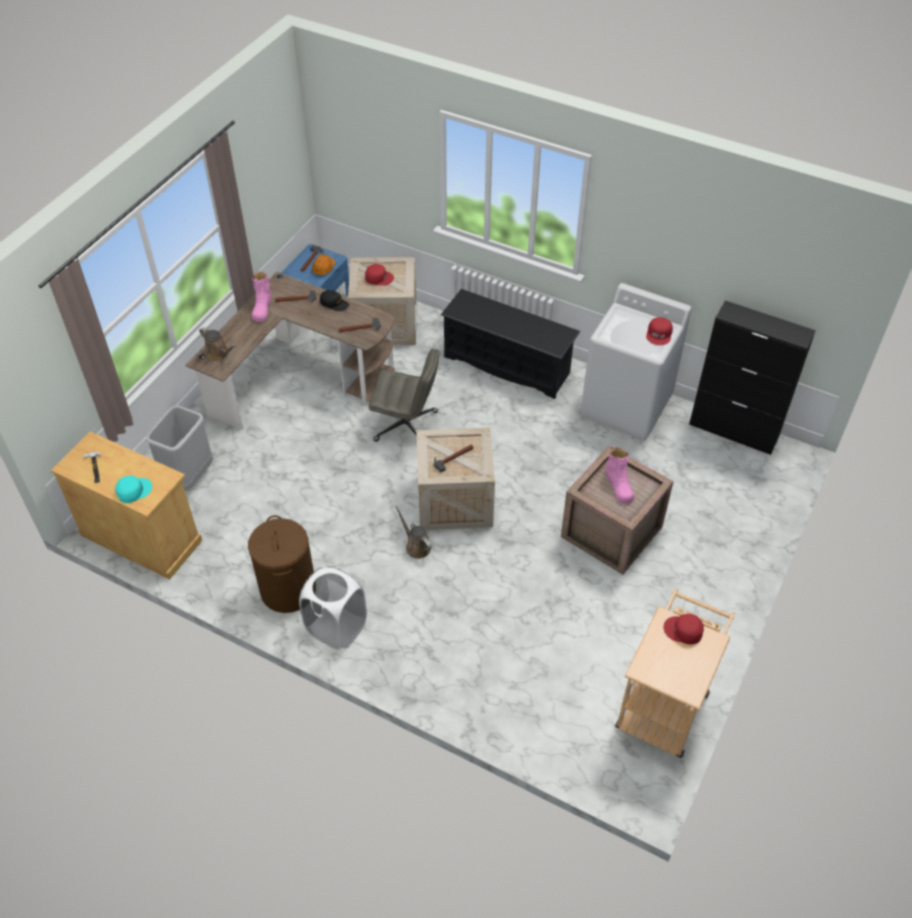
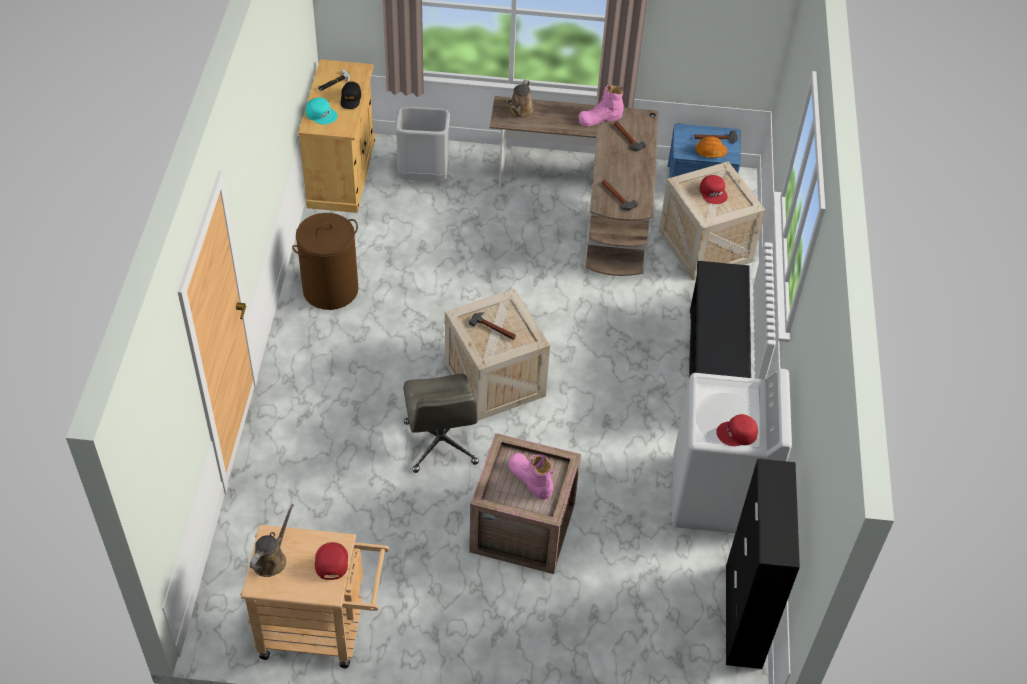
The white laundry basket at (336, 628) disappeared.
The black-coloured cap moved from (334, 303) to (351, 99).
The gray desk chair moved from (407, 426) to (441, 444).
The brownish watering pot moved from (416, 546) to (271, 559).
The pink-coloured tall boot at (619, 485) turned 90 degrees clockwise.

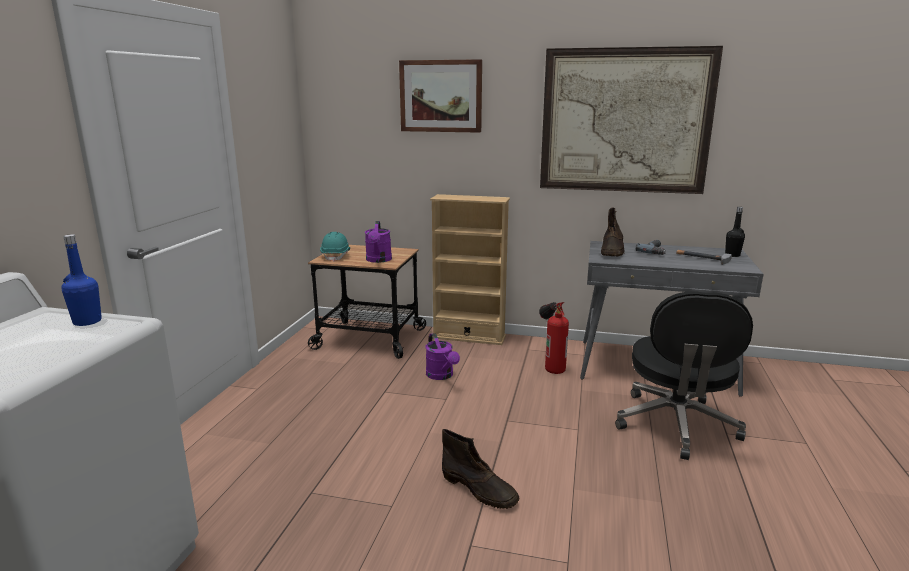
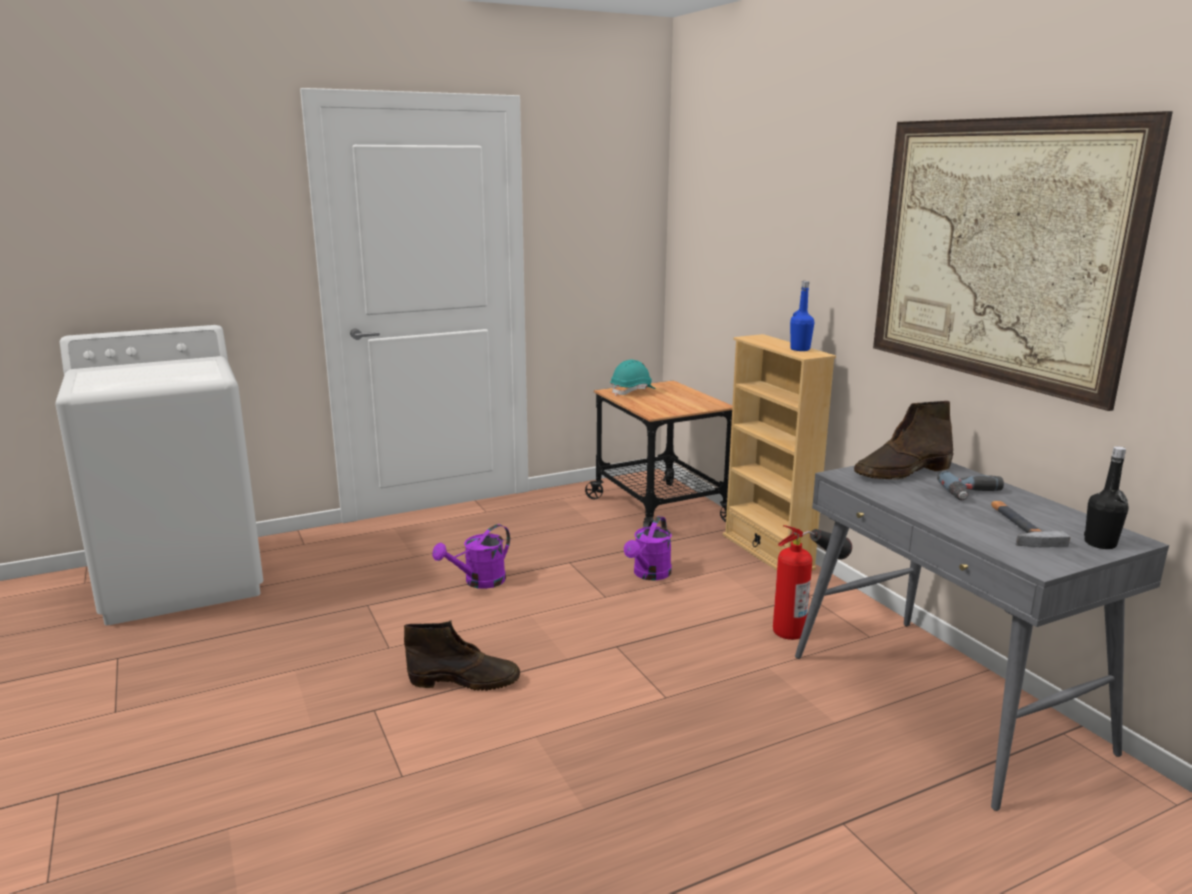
The blue beverage bottle moved from (87, 321) to (800, 349).
The purple-coloured watering pot moved from (378, 260) to (479, 582).
The wall art at (441, 96) disappeared.
The brownish tall boot at (479, 489) turned 90 degrees counterclockwise.
The black-coloured desk chair at (676, 425) disappeared.

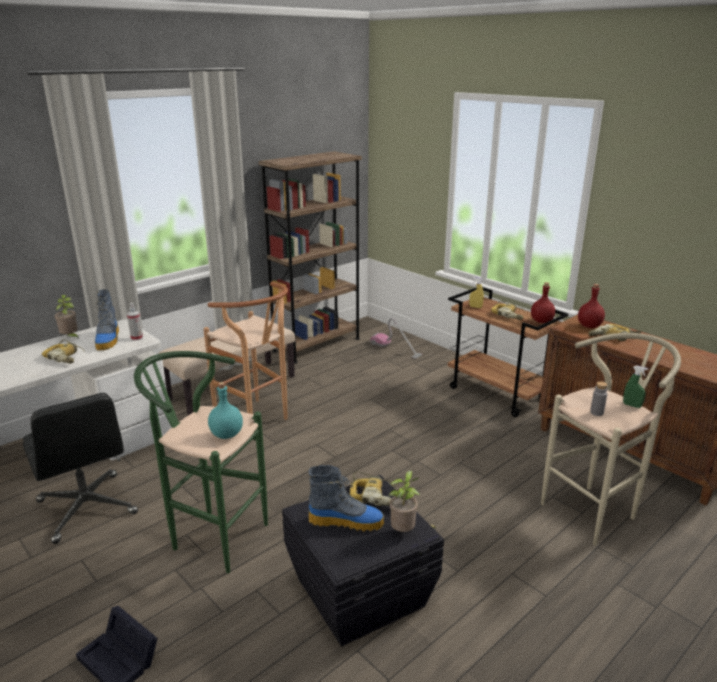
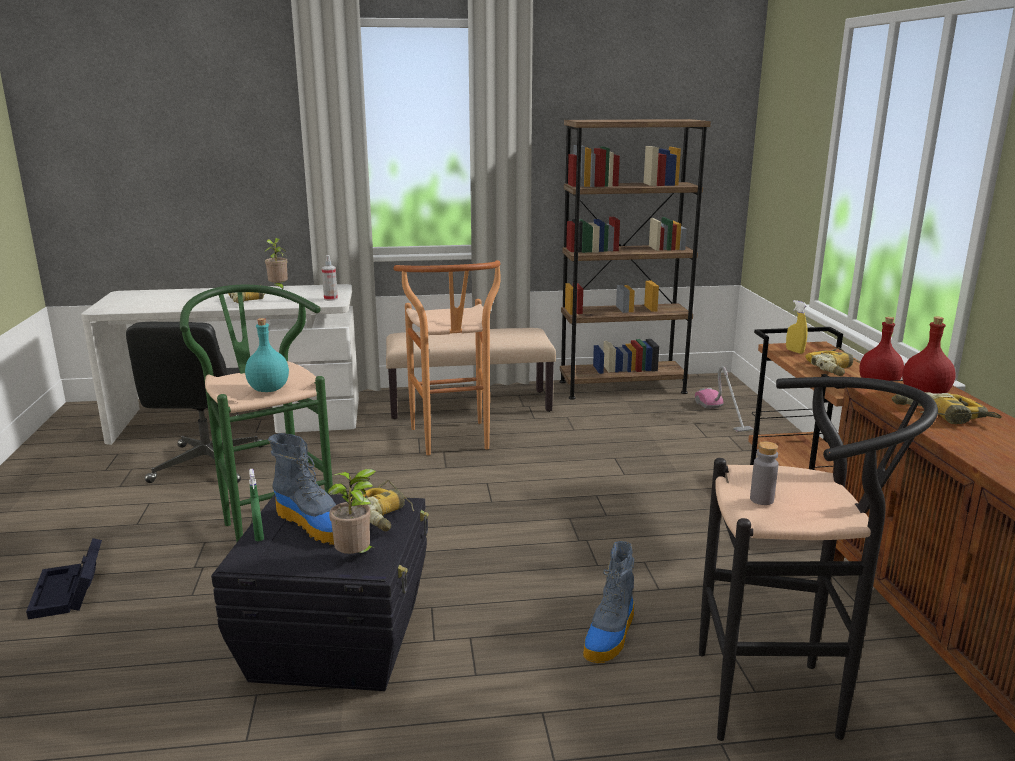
The tall boot moved from (108, 340) to (610, 635).
The sand-coloured sitting stool at (595, 510) became the black-coloured sitting stool at (783, 697).
The green hand sprayer moved from (632, 405) to (259, 536).

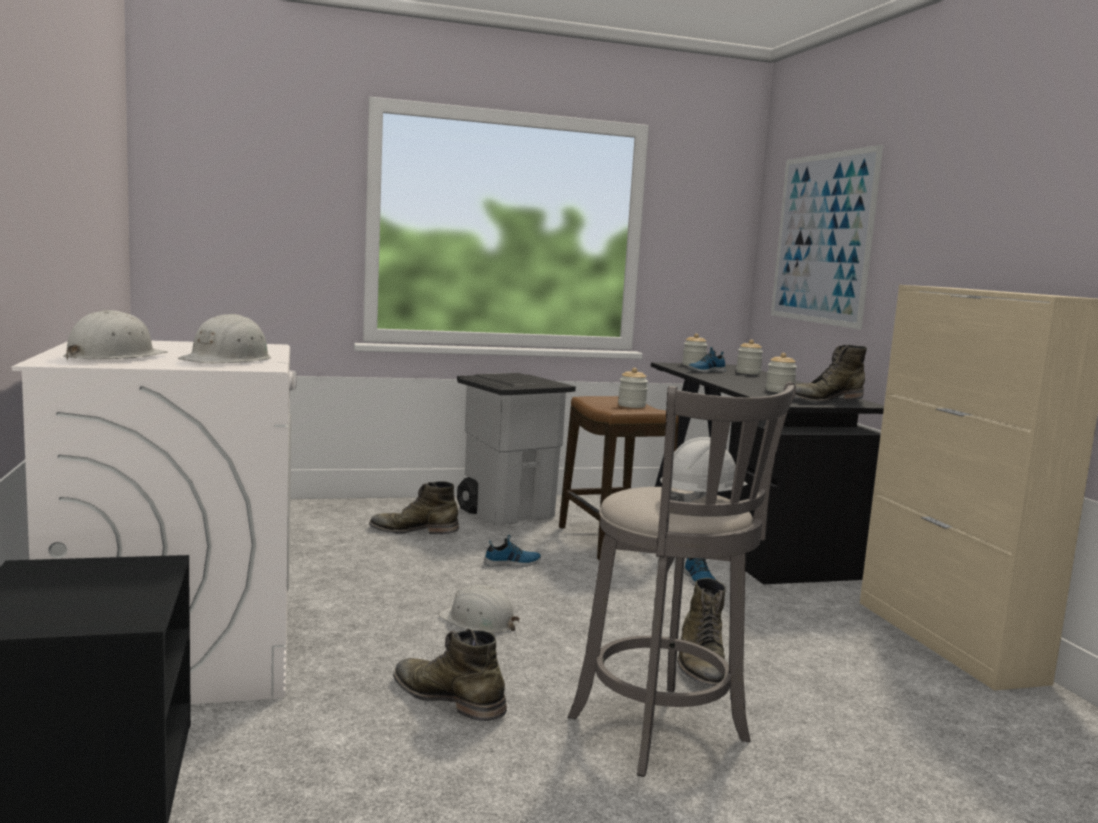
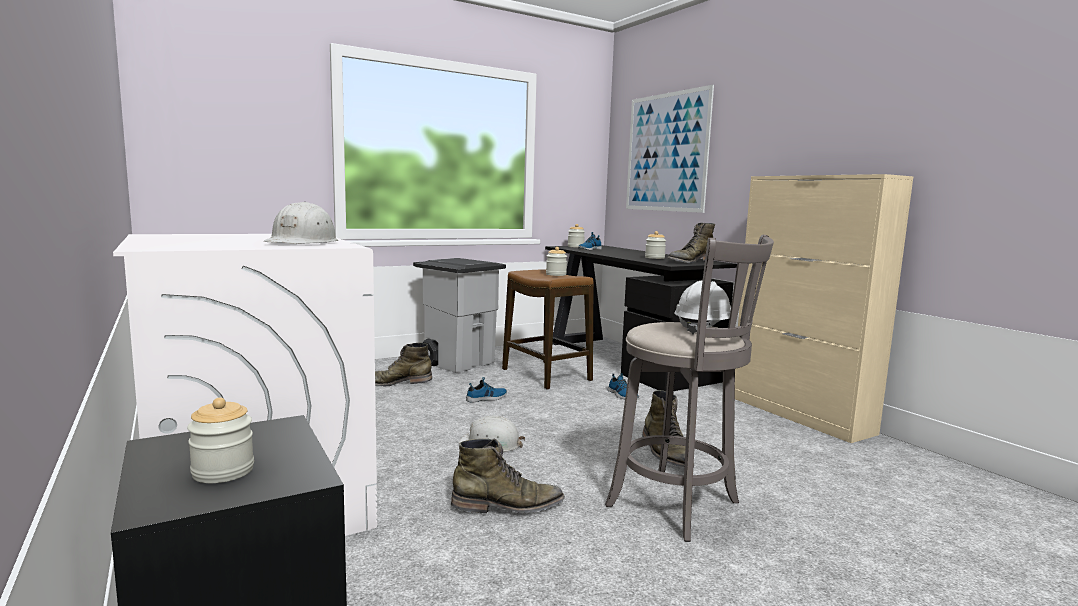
The white hard hat at (114, 357) disappeared.
The green tall boot at (448, 698) turned 150 degrees clockwise.
The storage jar moved from (748, 373) to (223, 471).

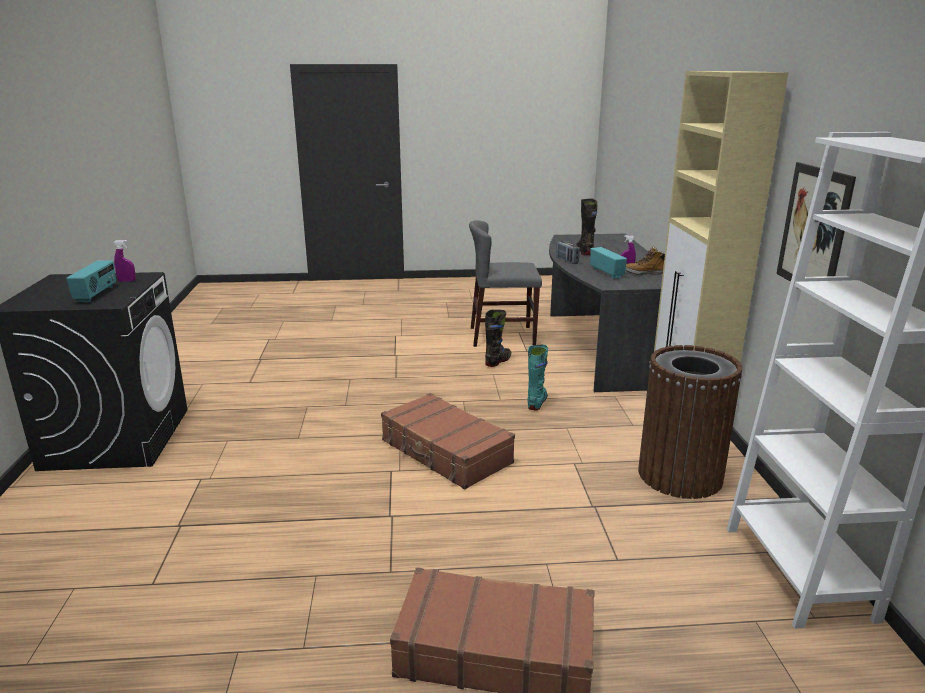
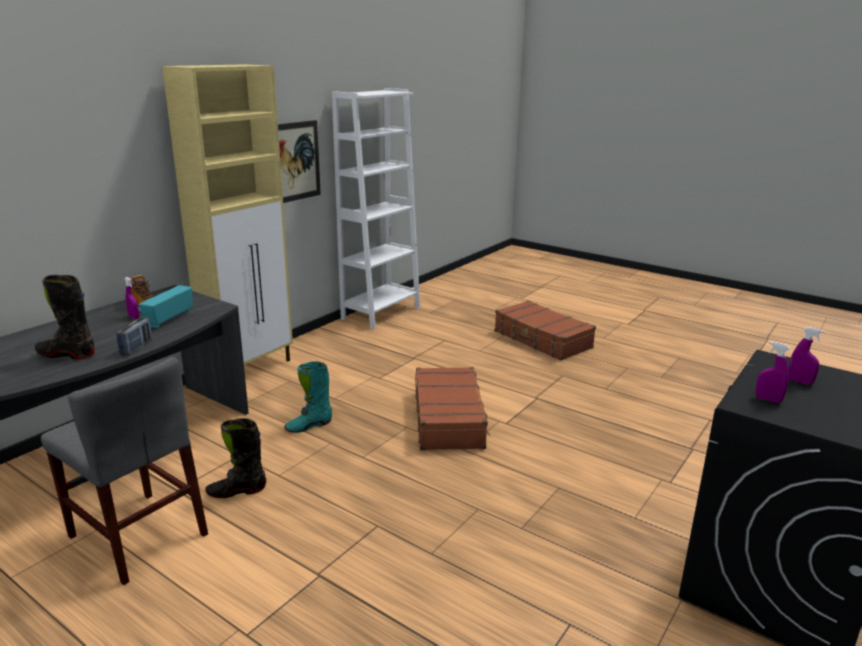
The radio receiver at (96, 294) was replaced by the purple-coloured hand sprayer at (800, 382).
The black-coloured tall boot at (584, 251) turned 60 degrees clockwise.
The brownish trash can at (680, 475) disappeared.

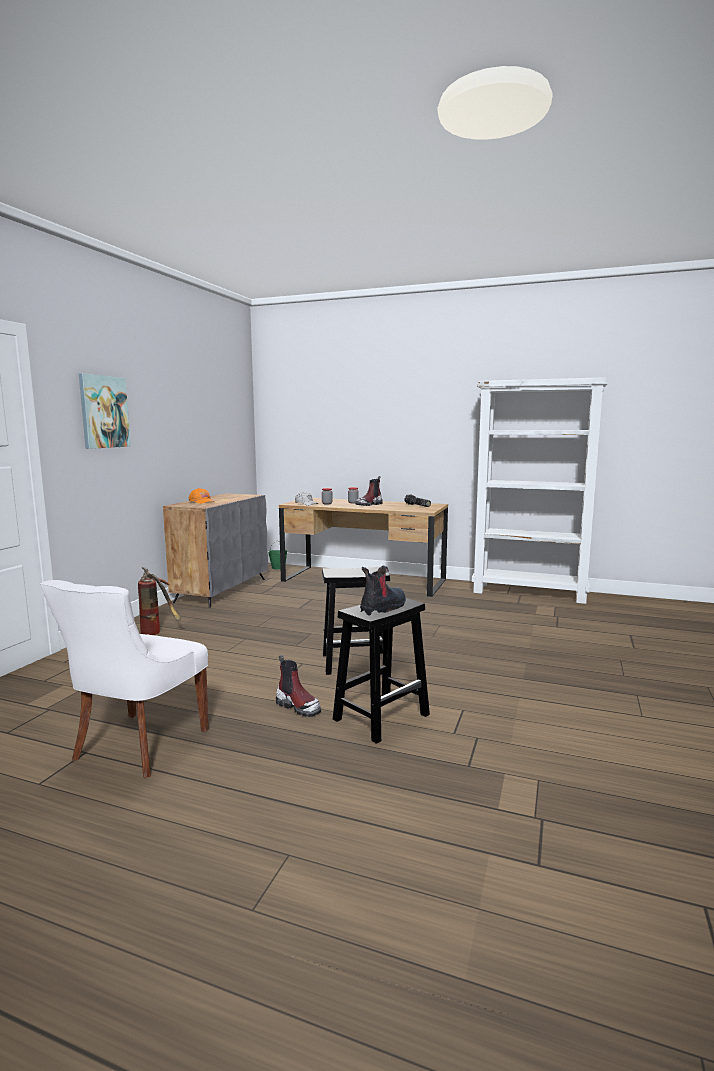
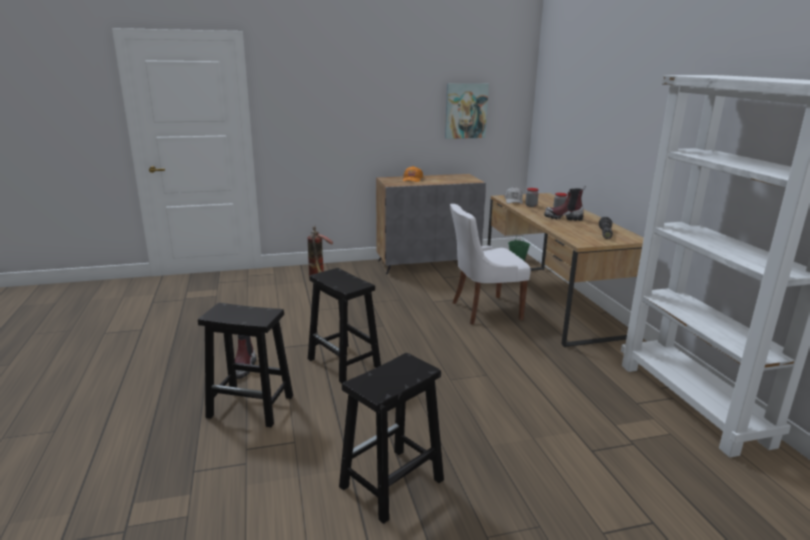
The white chair moved from (138, 745) to (484, 310).
The wall art moved from (104, 412) to (466, 111).
The tall boot at (384, 607) disappeared.
The black-coloured sitting stool at (391, 484) appeared.

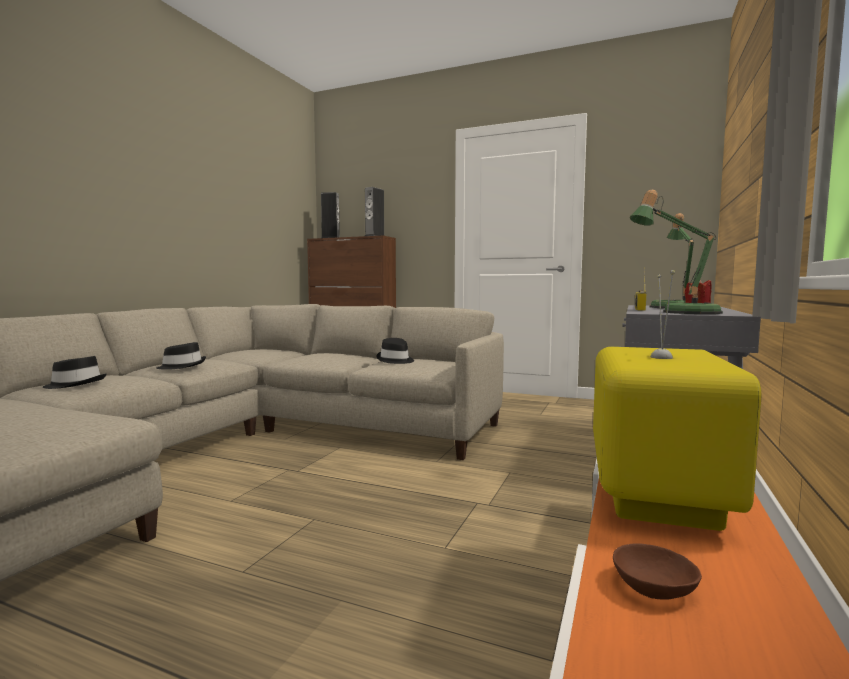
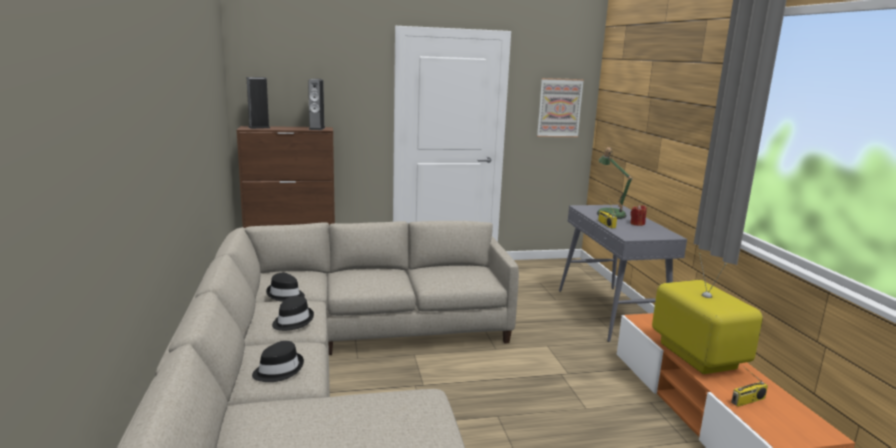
The black-coloured hat moved from (395, 360) to (285, 295).
The brownish deep dish at (655, 586) was replaced by the radio receiver at (748, 401).
The tabletop lamp at (682, 313) disappeared.
The wall art at (559, 108) appeared.

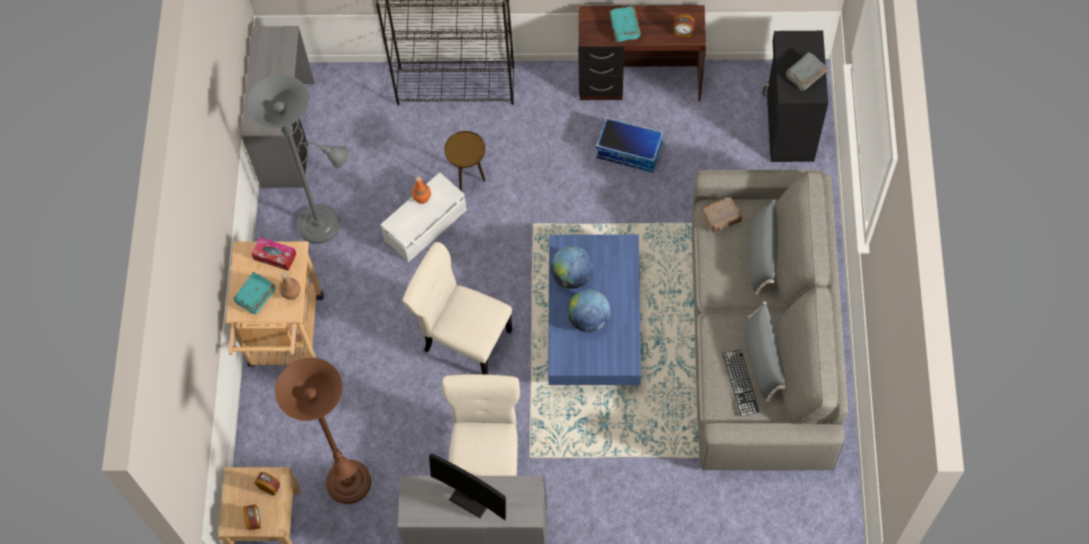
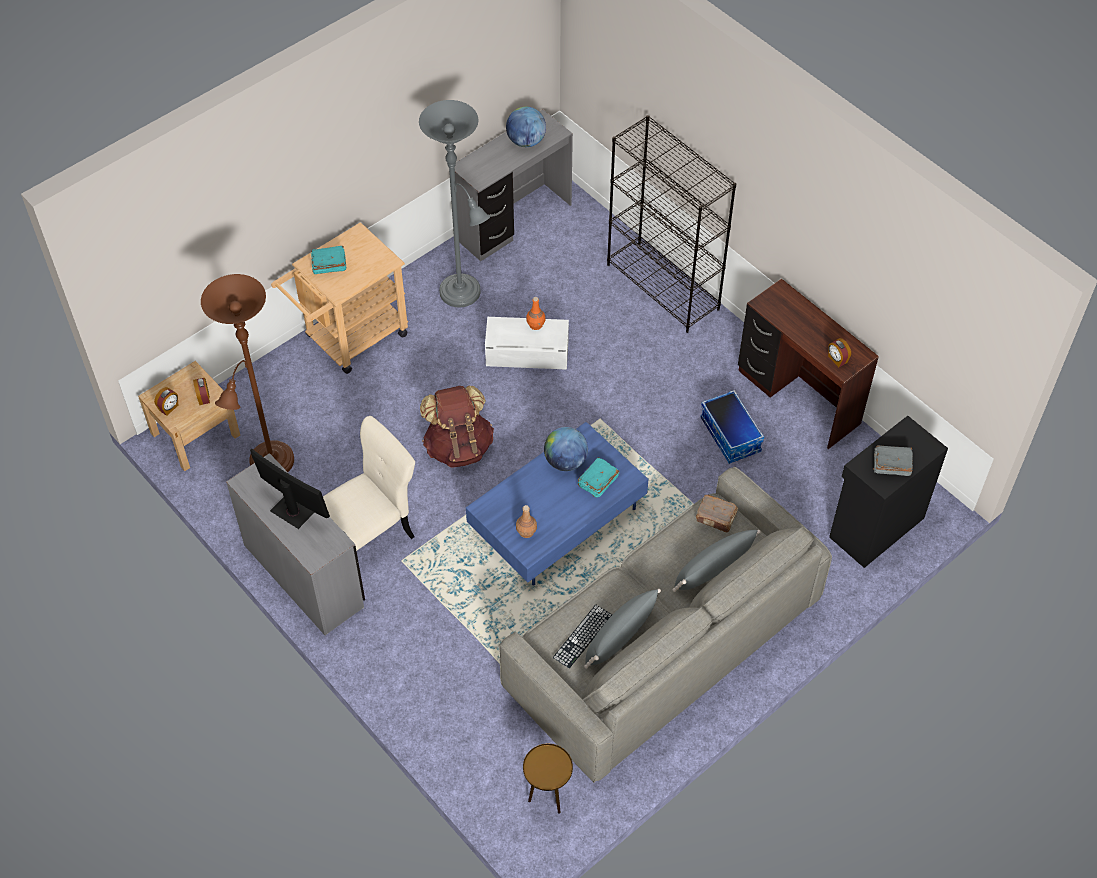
The box of tissues at (275, 256) disappeared.
The brownish beverage bottle moved from (291, 293) to (526, 531).
The sand-coloured chair at (464, 339) was replaced by the brownish knapsack at (458, 446).
The computer display at (472, 497) turned 135 degrees clockwise.
The brownish end table moved from (469, 180) to (547, 798).
The world globe moved from (588, 319) to (526, 141).
The turquoise book moved from (624, 28) to (597, 482).

